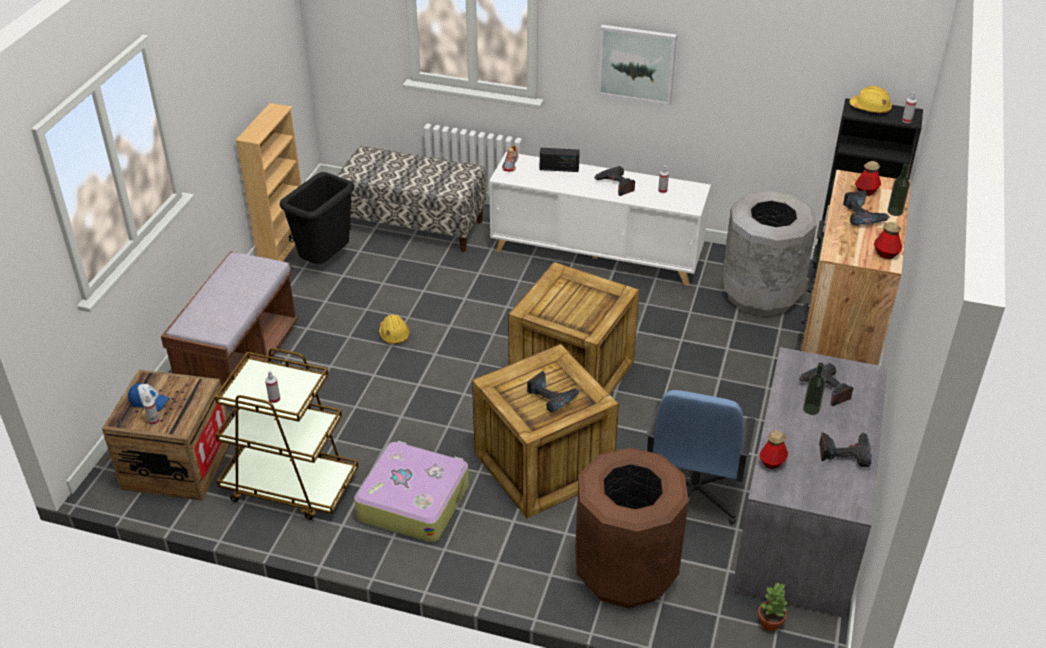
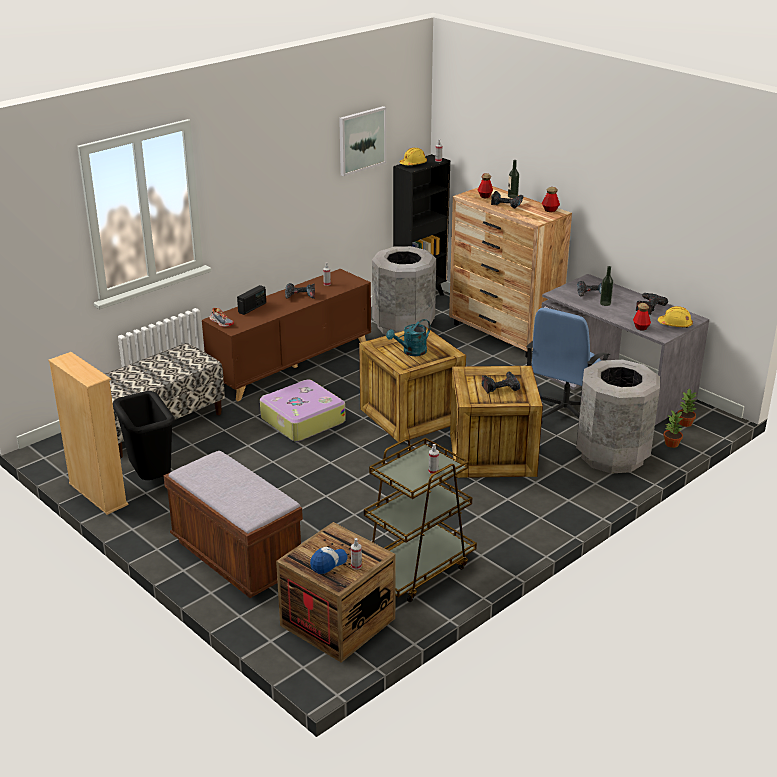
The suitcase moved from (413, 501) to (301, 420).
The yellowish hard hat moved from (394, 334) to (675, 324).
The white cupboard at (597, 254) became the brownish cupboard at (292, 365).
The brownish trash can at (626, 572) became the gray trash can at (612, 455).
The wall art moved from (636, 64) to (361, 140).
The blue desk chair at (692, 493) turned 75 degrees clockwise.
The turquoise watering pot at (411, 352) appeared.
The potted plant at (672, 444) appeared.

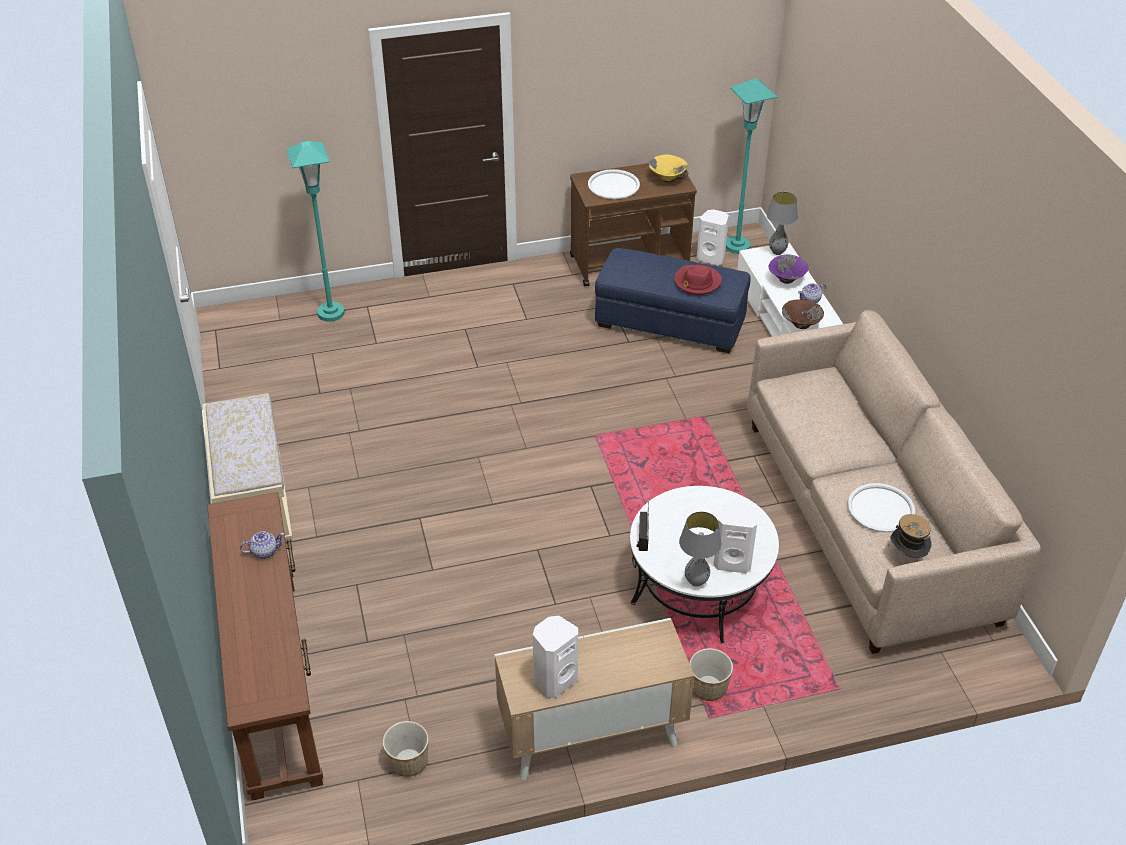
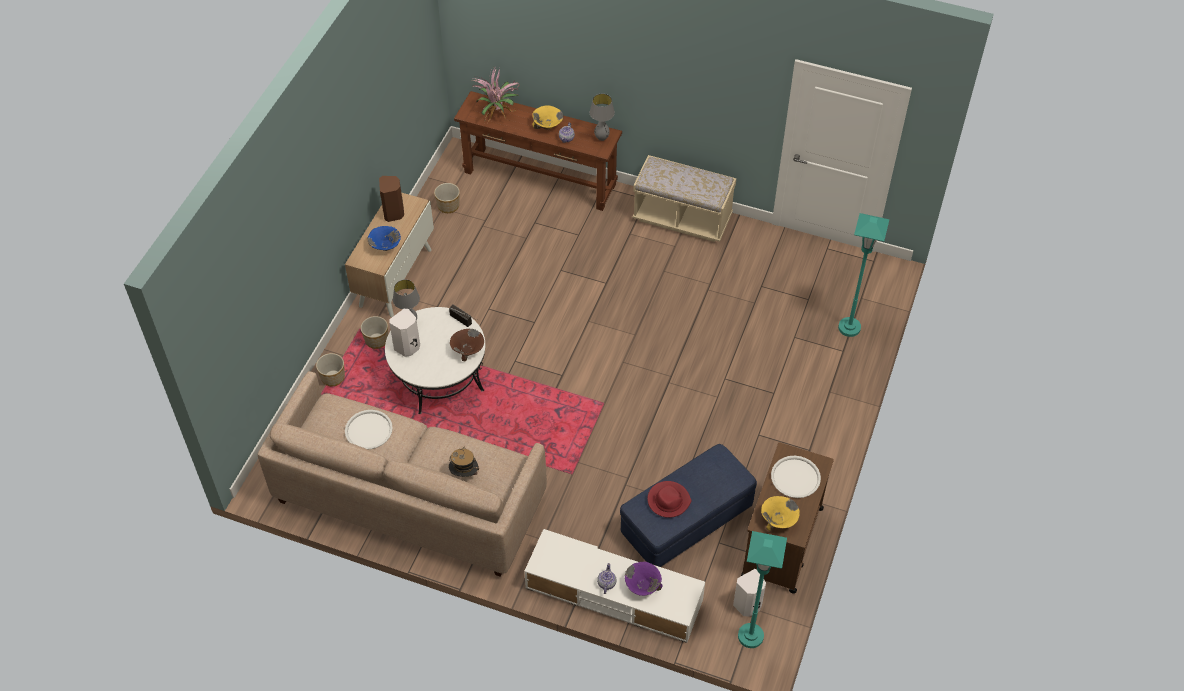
The white audio speaker at (554, 679) became the brownish audio speaker at (394, 213).
The gray tabletop lamp moved from (777, 252) to (601, 138).
The brownish deep dish moved from (801, 325) to (468, 350).
The hat moved from (906, 556) to (464, 474).
The planter at (332, 377) appeared.
The blue deep dish at (385, 246) appeared.
The potted plant at (498, 113) appeared.
The yellowish deep dish at (547, 125) appeared.

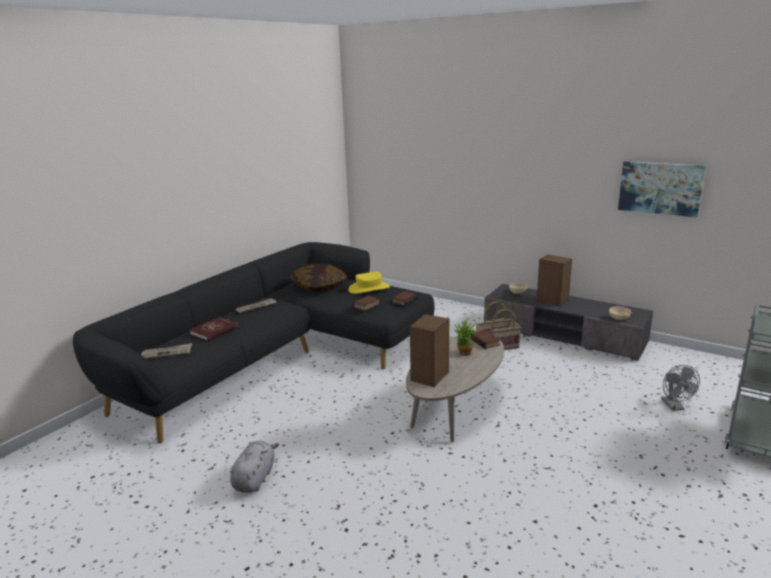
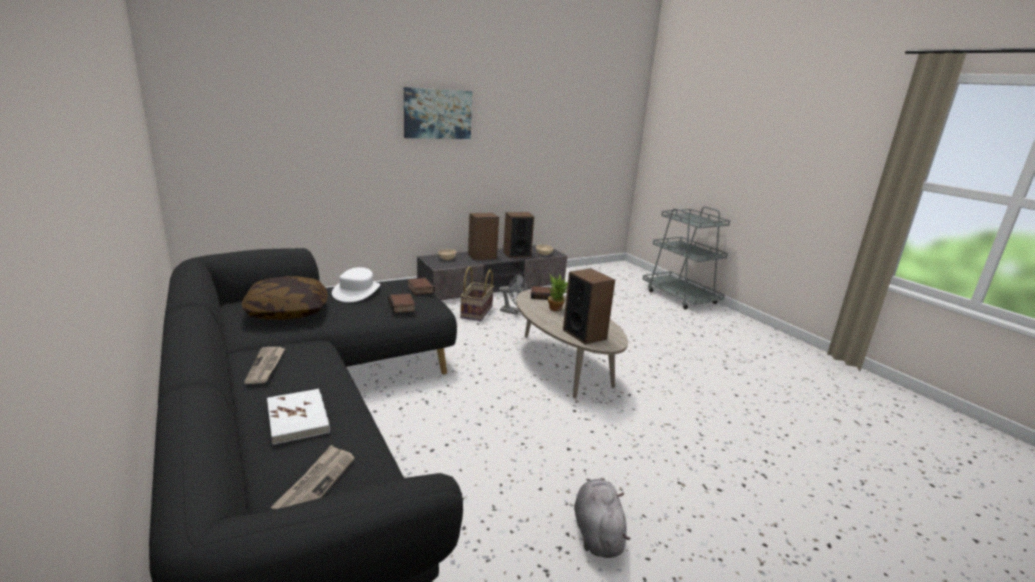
The reddish book at (214, 331) became the white book at (298, 418).
The gray soft toy at (255, 478) turned 45 degrees clockwise.
The yellowish hat at (369, 288) became the white hat at (357, 291).
The wall art moved from (660, 188) to (437, 114).
The gray fan moved from (674, 406) to (513, 312).
The audio speaker at (516, 254) appeared.

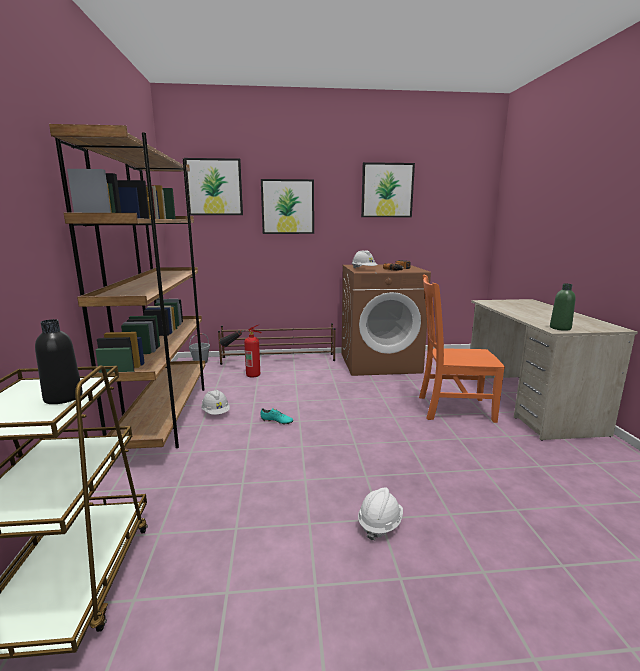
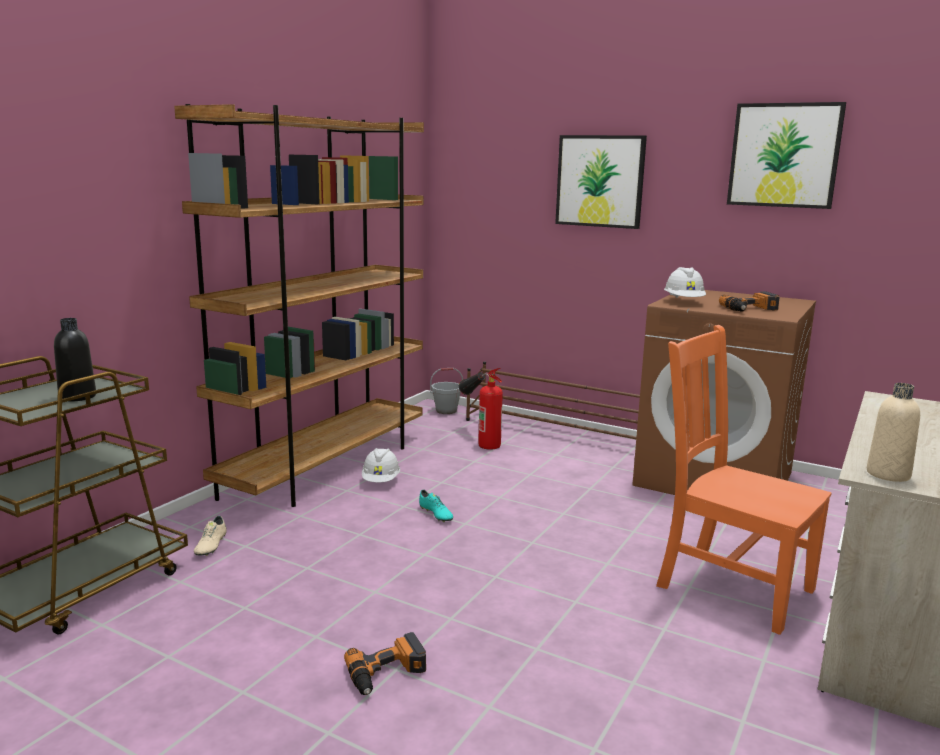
The wall art at (214, 187) disappeared.
The white hard hat at (380, 524) was replaced by the drill at (387, 673).
The green beverage bottle at (560, 328) became the sand-coloured beverage bottle at (888, 474).
The sand-coloured shoe at (211, 545) appeared.

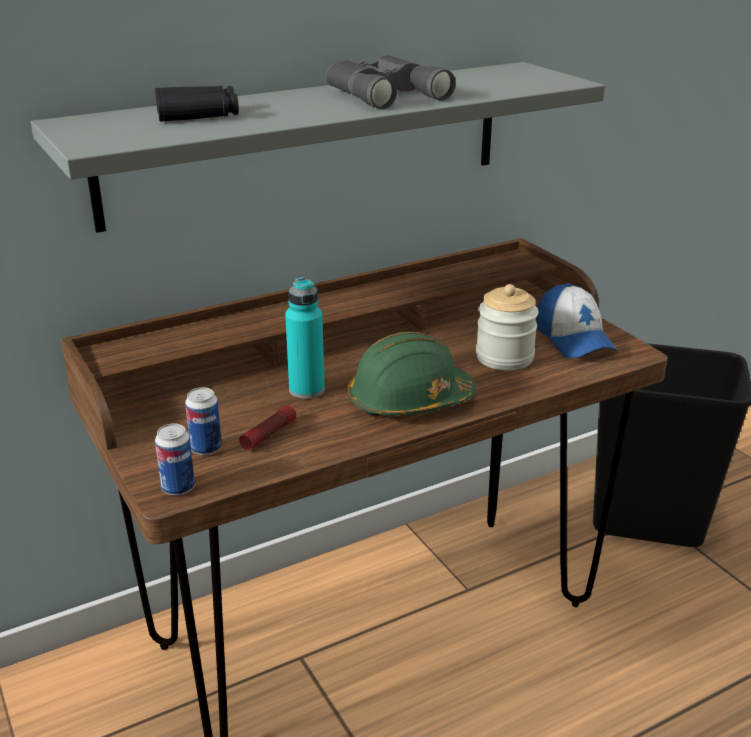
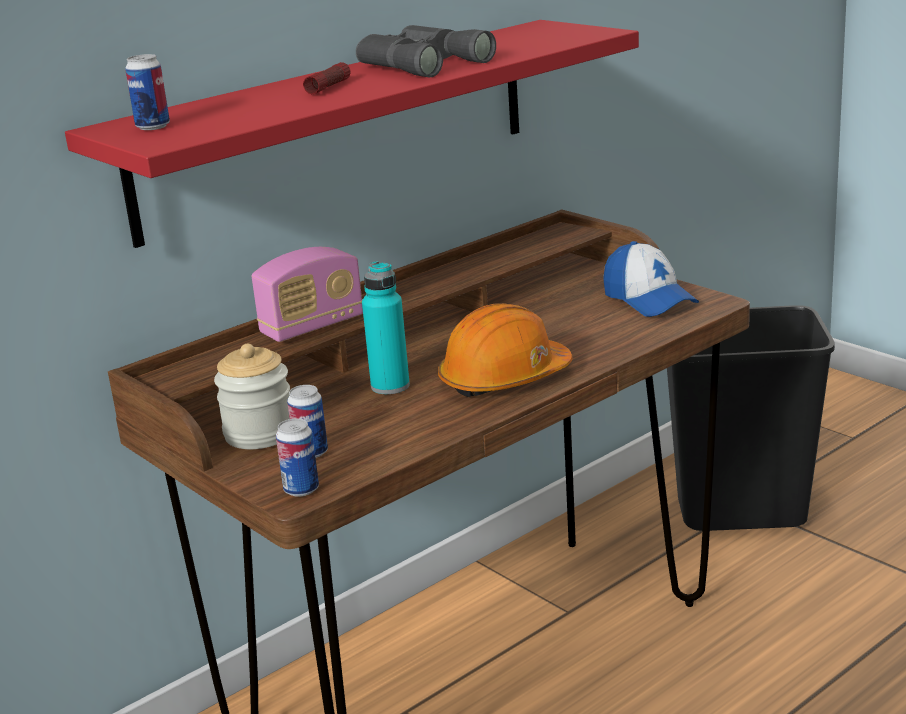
The gray shelf at (308, 142) became the reddish shelf at (339, 126).
The black-coloured binoculars at (198, 114) disappeared.
The torch moved from (269, 434) to (328, 87).
The green hard hat at (409, 401) became the orangey hard hat at (504, 379).
The storage jar moved from (504, 357) to (259, 434).
The can at (153, 127) appeared.
The radio receiver at (312, 326) appeared.

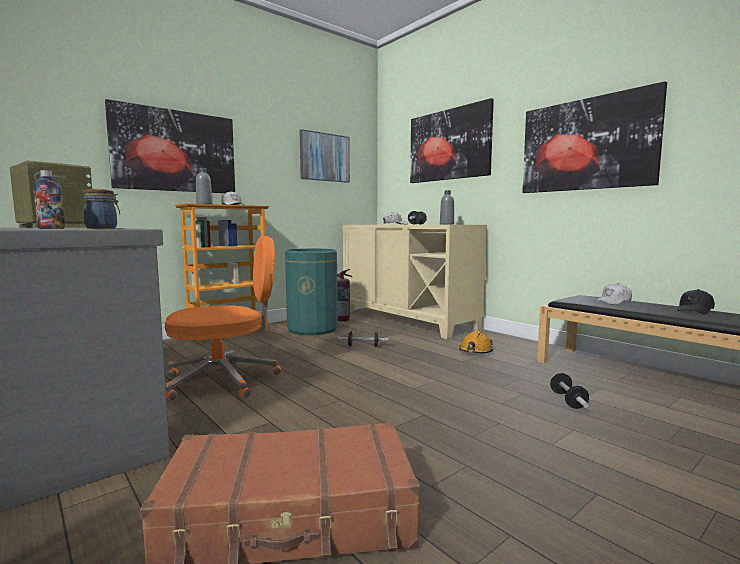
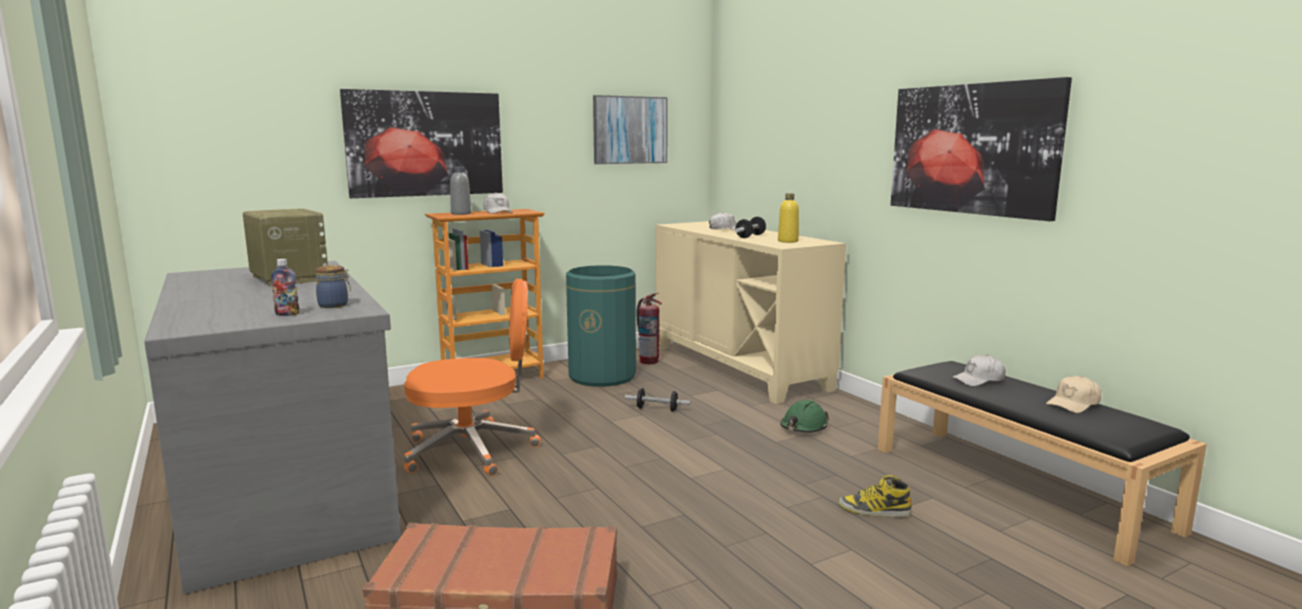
The wall art at (449, 145) disappeared.
The gray beverage bottle at (446, 224) became the yellowish beverage bottle at (788, 241).
The orangey hard hat at (475, 351) became the green hard hat at (803, 427).
The dumbbell at (568, 400) was replaced by the tall boot at (874, 510).
The black-coloured cap at (695, 310) became the sand-coloured cap at (1073, 404).

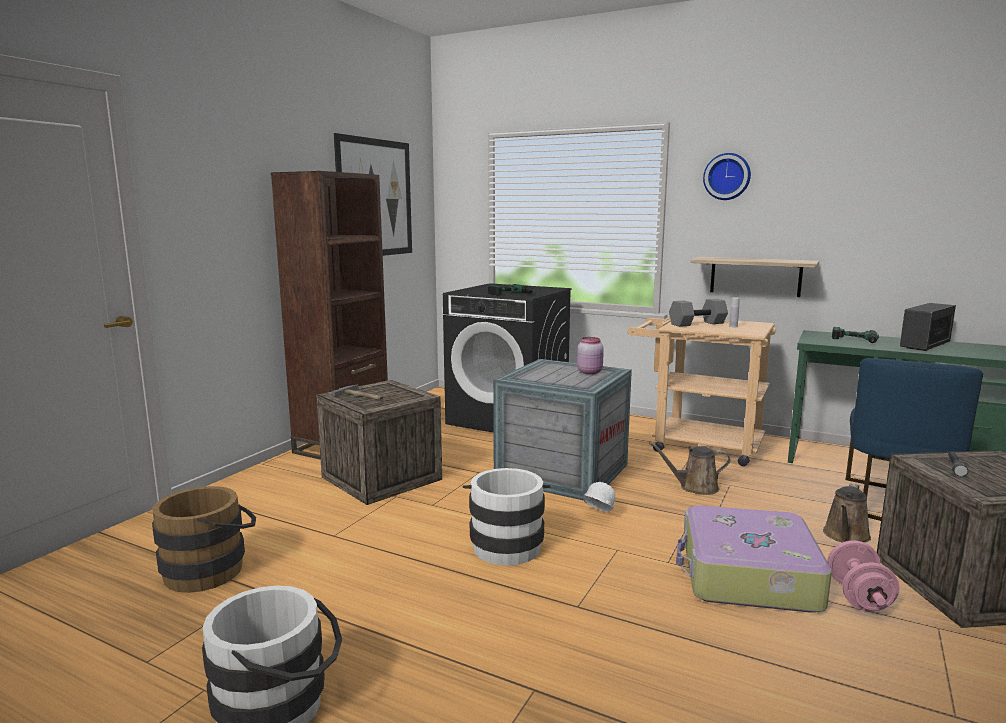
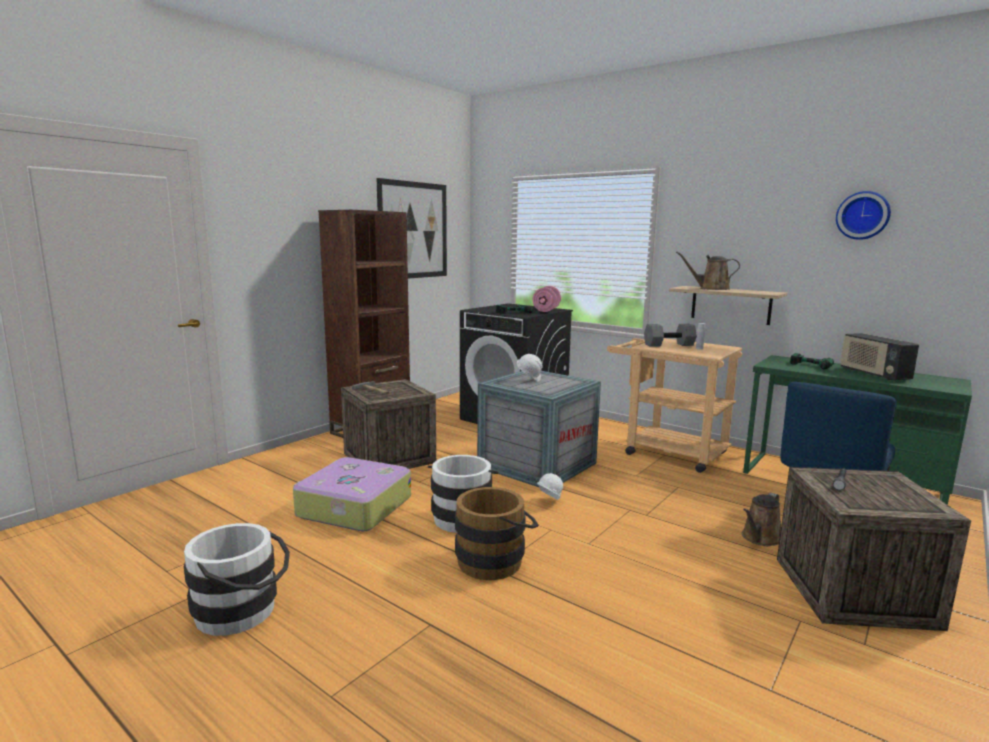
The brownish pail moved from (212, 569) to (495, 560).
The pink-coloured storage jar at (590, 372) disappeared.
The brownish watering pot moved from (695, 487) to (711, 289).
The suitcase moved from (747, 576) to (353, 507).
The hanging clock moved from (727, 176) to (863, 215).
The pink-coloured dumbbell moved from (858, 597) to (546, 310).
The radio receiver at (924, 346) turned 75 degrees counterclockwise.
The white hard hat at (529, 380) appeared.

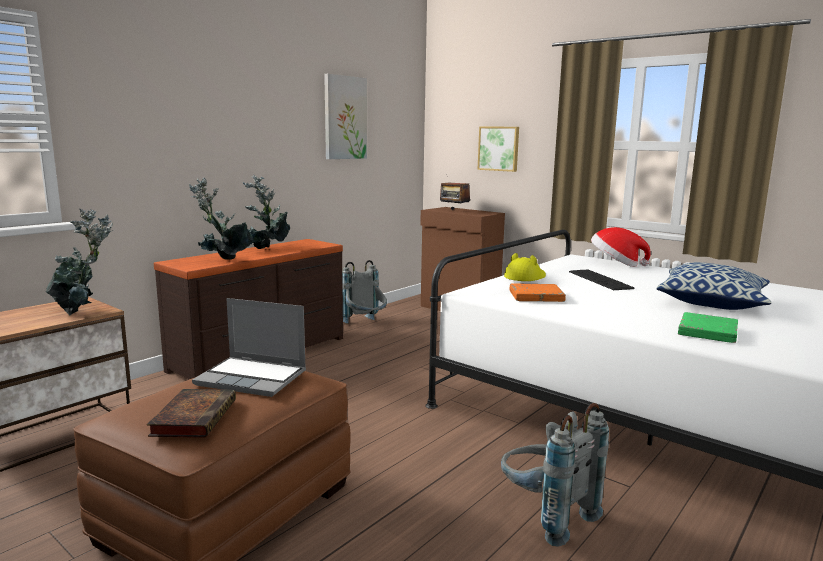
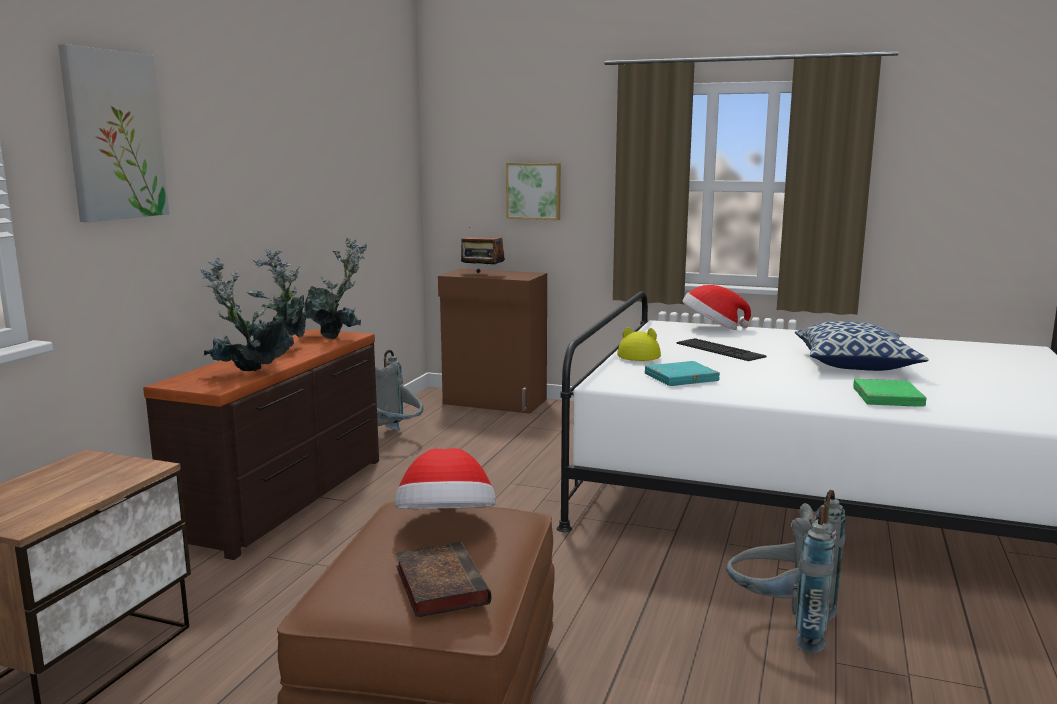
The potted plant moved from (82, 312) to (337, 336).
The portable computer at (253, 378) was replaced by the hat at (446, 525).
The wall art moved from (345, 118) to (114, 136).
The orangey book at (536, 296) became the turquoise book at (681, 378).

